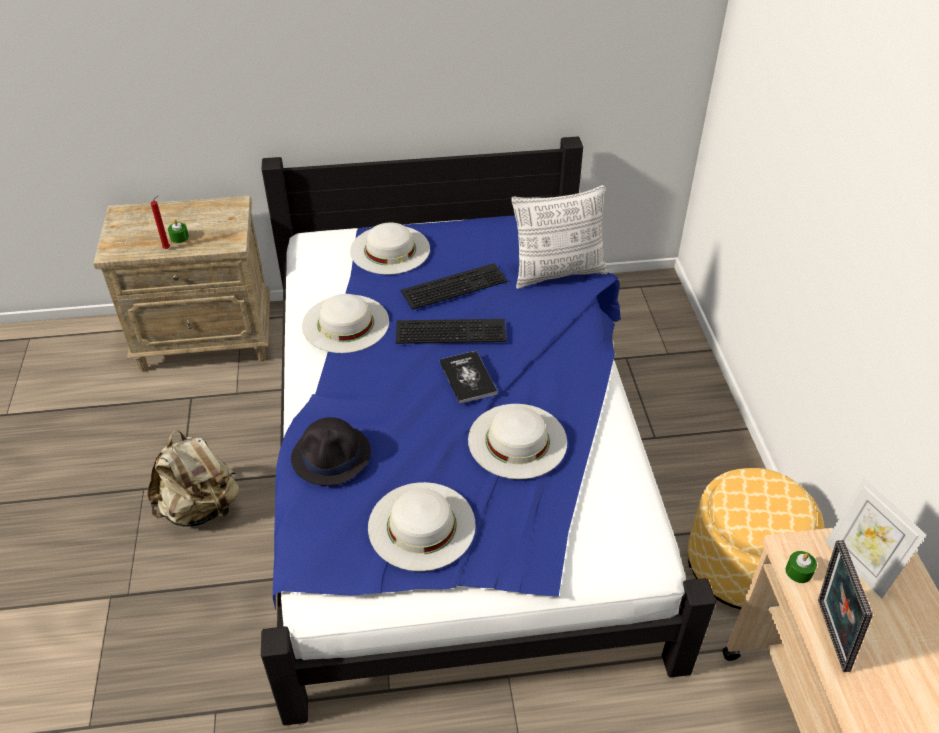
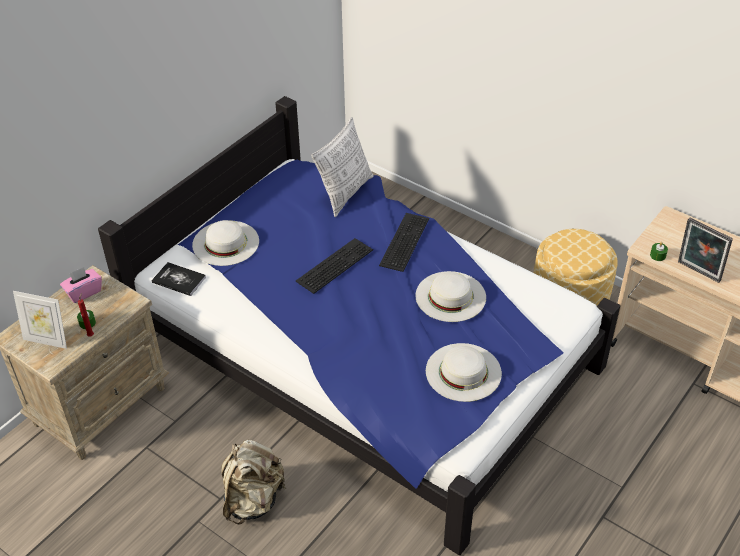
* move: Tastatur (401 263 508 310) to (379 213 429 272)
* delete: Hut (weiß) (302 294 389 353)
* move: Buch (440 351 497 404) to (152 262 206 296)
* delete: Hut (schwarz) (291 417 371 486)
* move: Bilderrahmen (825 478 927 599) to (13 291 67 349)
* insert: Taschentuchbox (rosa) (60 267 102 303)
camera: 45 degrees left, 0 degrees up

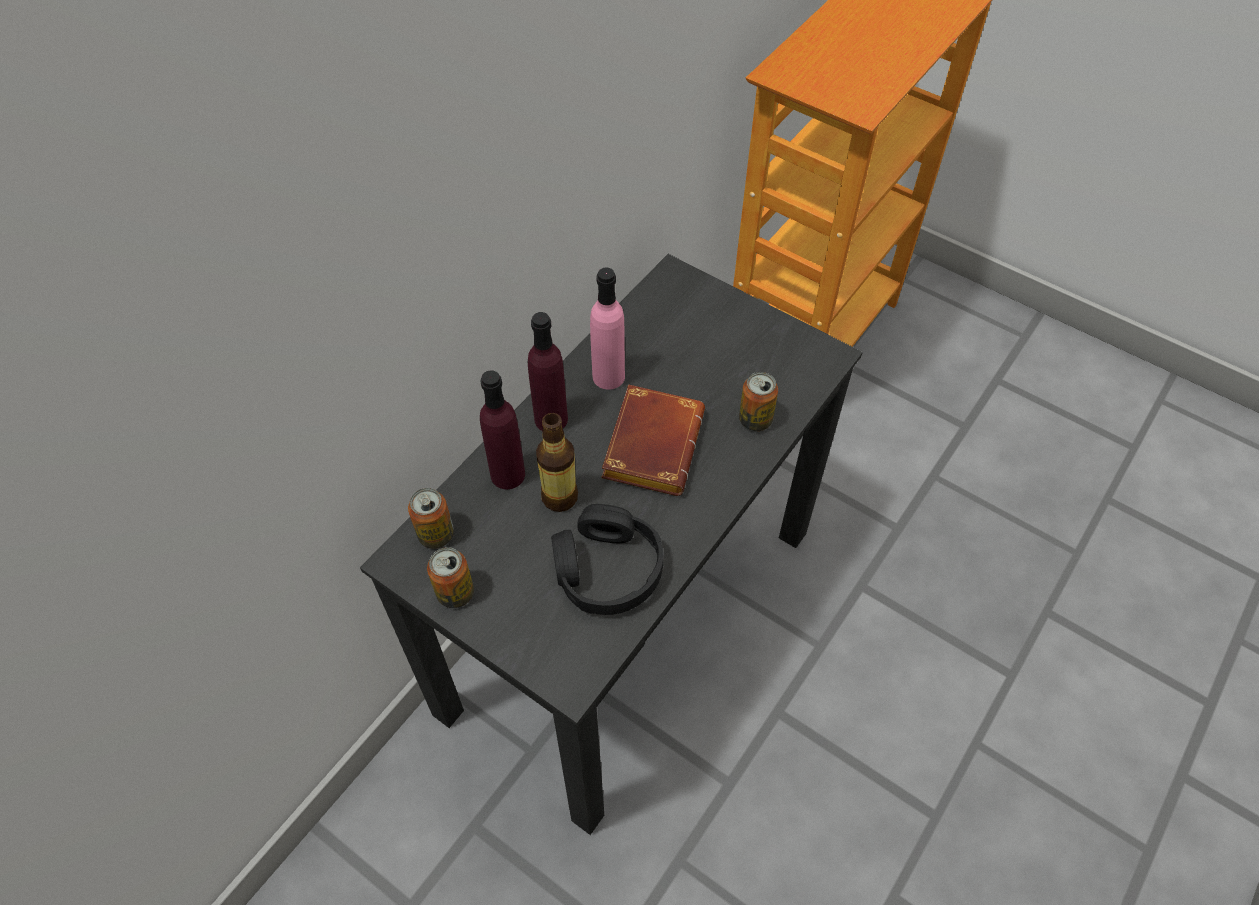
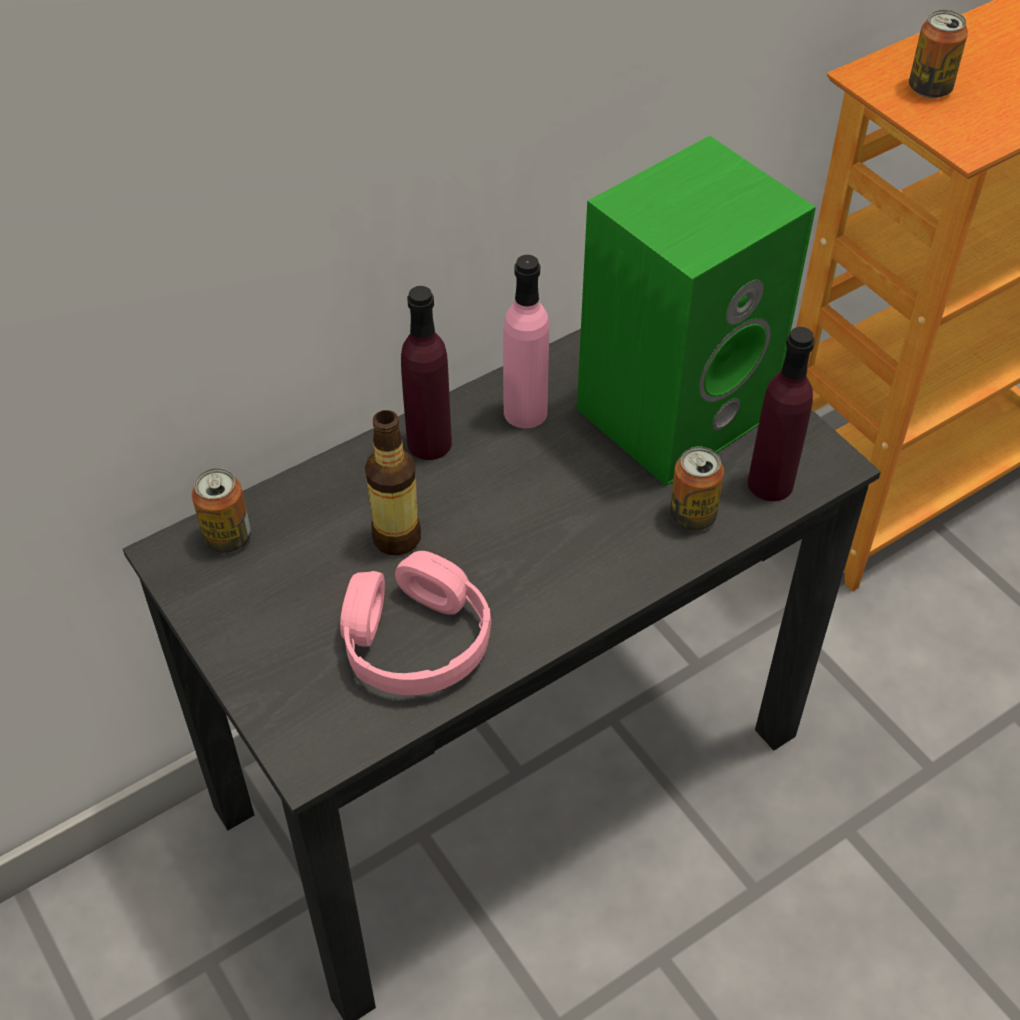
* move: Flasche (lila) (480 370 525 489) to (748 327 815 501)
* delete: Buch (braun) (601 384 705 496)
* recolor: Kopfhörer (schwarz) (551 504 664 615) to Kopfhörer (rosa) (340 551 491 695)
* move: Dose (427 547 474 608) to (909 10 968 98)
* insert: Lautsprecher (grün) (577 136 816 486)
camera: 20 degrees right, 5 degrees down

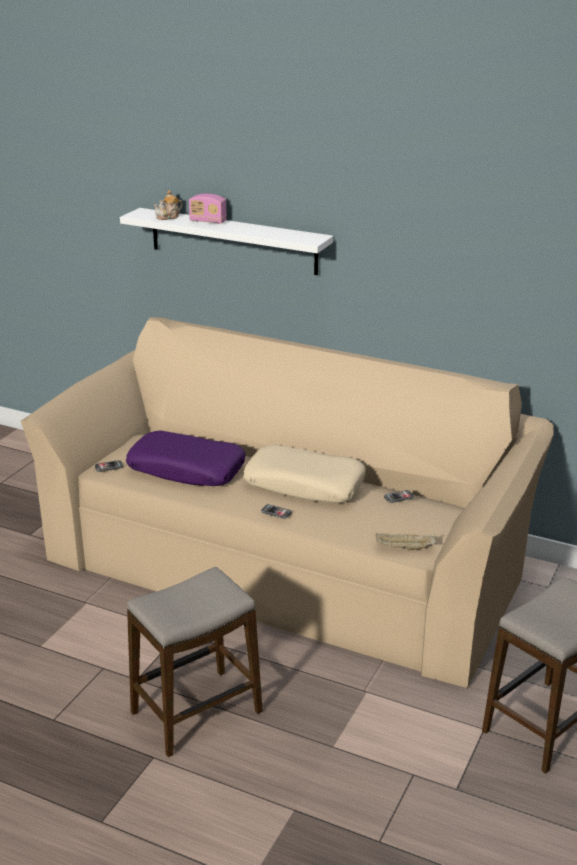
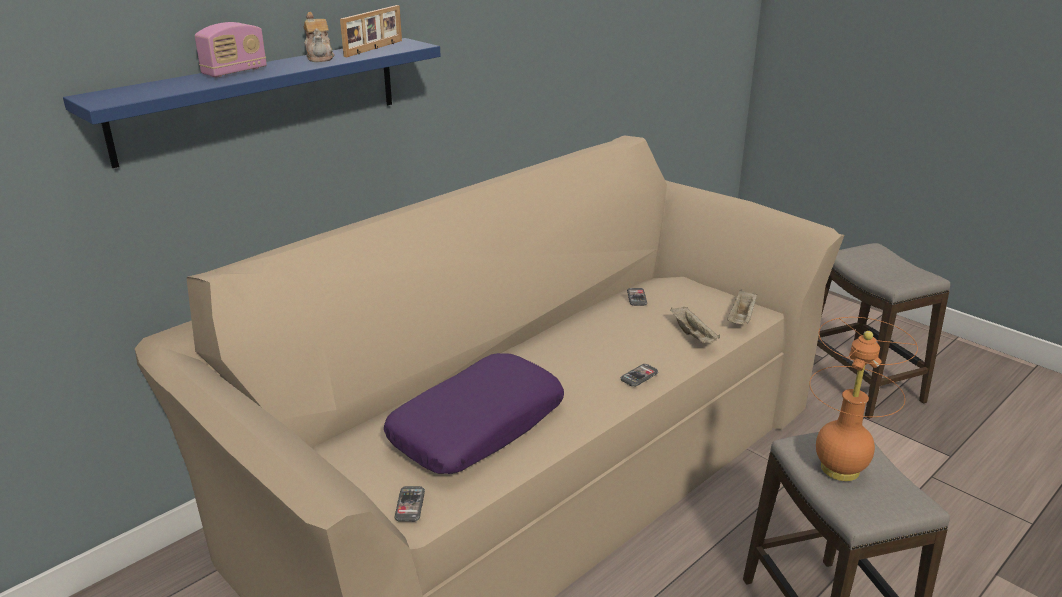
* move: Teekanne (153 190 183 220) to (304 12 334 62)
* recolor: Wandregal (weiß) (120 208 333 275) to Wandregal (blau) (63 38 441 168)
* delete: Kissen (beige) (243 445 366 503)
* insert: Bilderrahmen (340 5 402 57)
* insert: Tablett (beige) (670 306 720 343)
* insert: Tischlampe (orange) (809 317 918 481)
camera: 70 degrees left, 0 degrees up

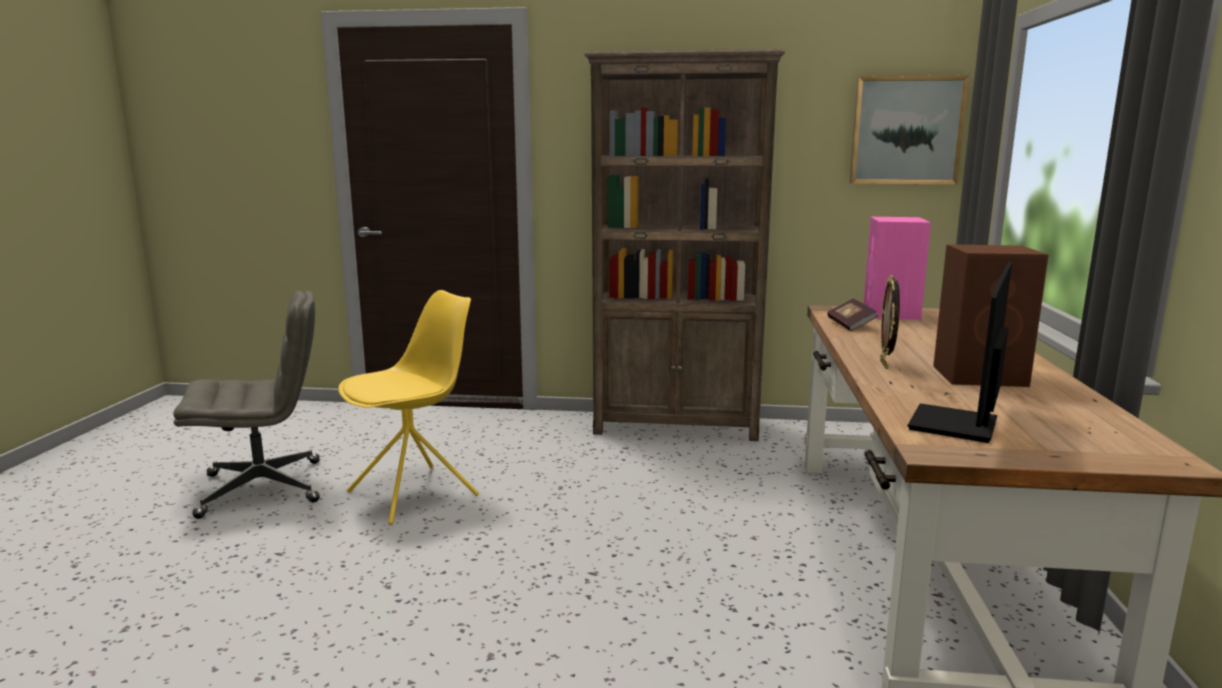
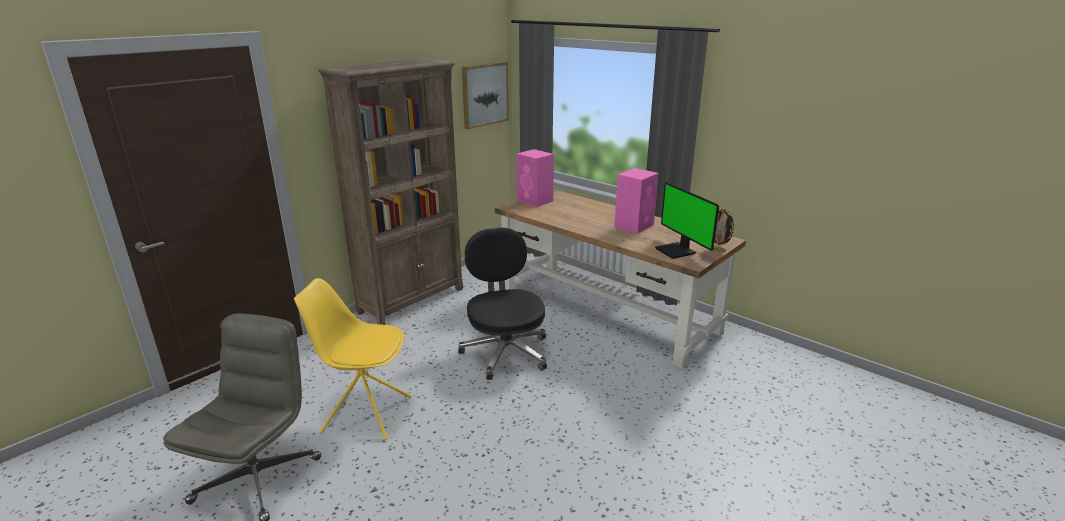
* recolor: Lautsprecher (braun) (933 244 1049 387) to Lautsprecher (rosa) (614 168 659 234)
* move: Bilderrahmen (880 275 900 369) to (713 208 735 252)
* rotate: Stuhl (gelb) (338 290 479 525) = (294 278 411 440) 75 degrees counterclockwise
* delete: Buch (827 299 877 331)
* insert: Bürostuhl (schwarz) (458 228 547 380)
camera: 55 degrees left, 10 degrees up

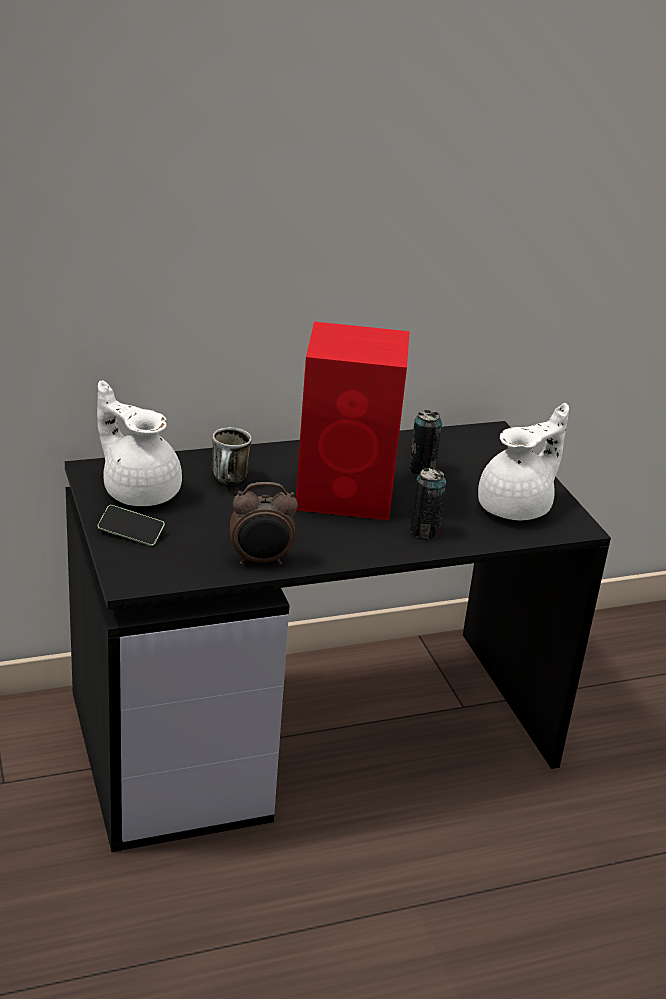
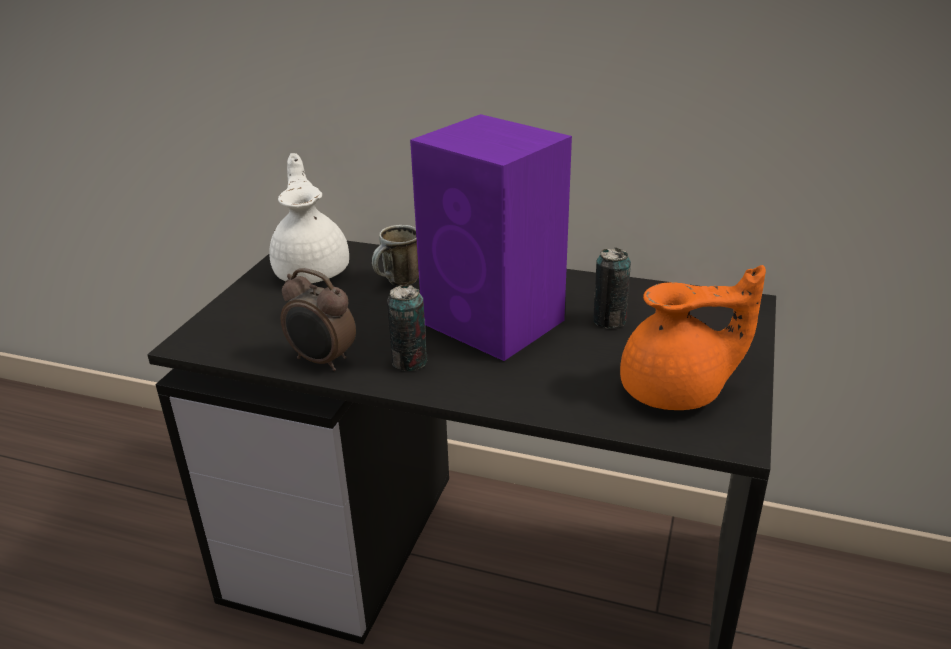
* recolor: Lautsprecher (rot) (296 322 410 520) to Lautsprecher (lila) (410 114 572 361)
* recolor: Teekanne (weiß) (478 403 569 520) to Teekanne (orange) (620 265 766 410)
* move: Dose (410 468 446 539) to (387 284 428 371)
* delete: Handy (97 505 165 546)
camera: 40 degrees right, 0 degrees up

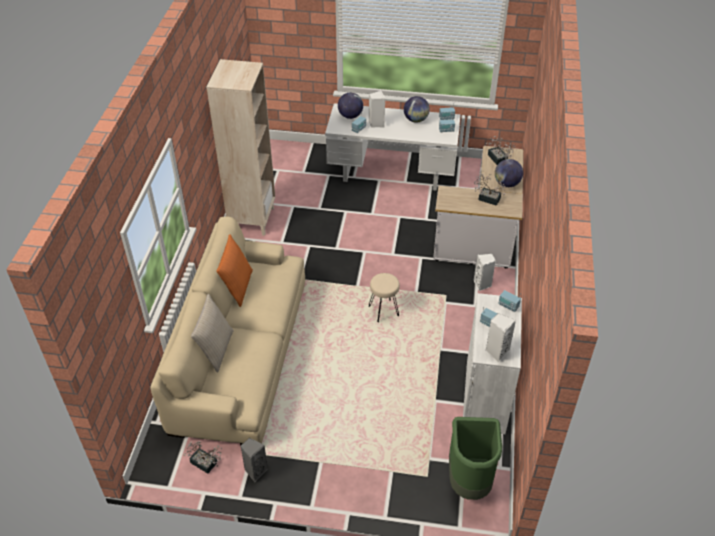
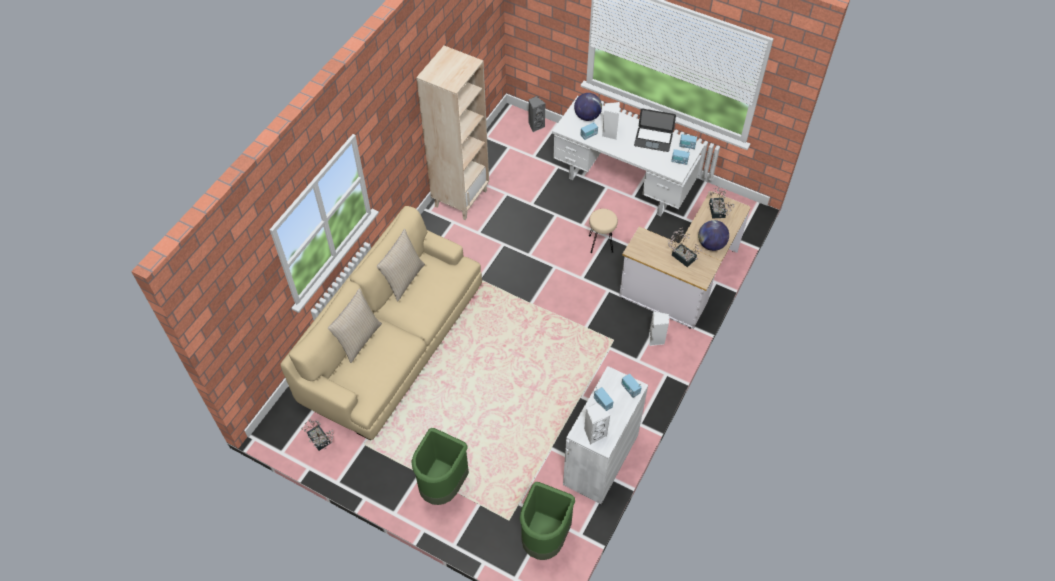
* replace: Globus (404 96 430 123) to Laptop (634 108 676 152)
* recolor: Kissen (orange) (216 234 253 307) to Kissen (beige) (377 229 425 301)
* move: Hocker (beige) (369 273 400 322) to (589 209 618 253)
* move: Lautsprecher (grau) (241 438 268 482) to (528 96 546 132)
* insert: Mülleimer (grün) (411 428 469 505)
camera: 20 degrees right, 10 degrees up

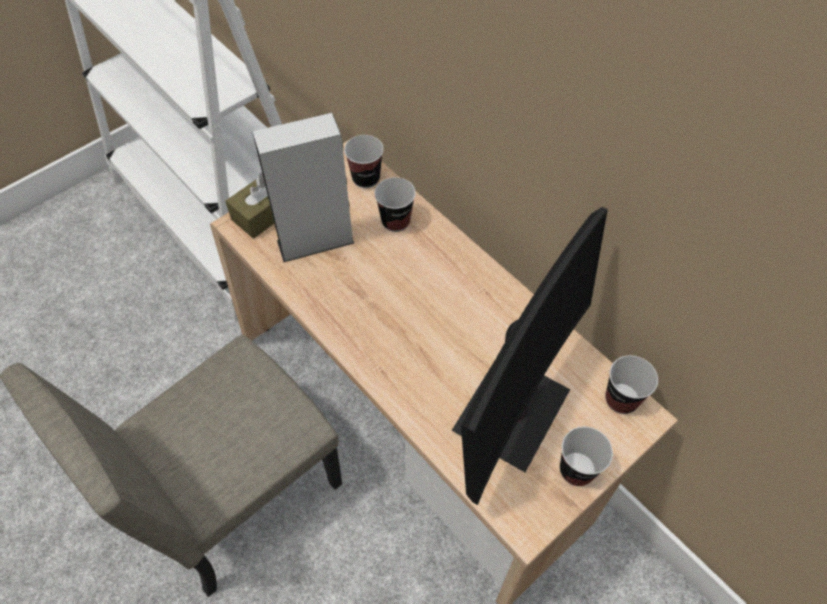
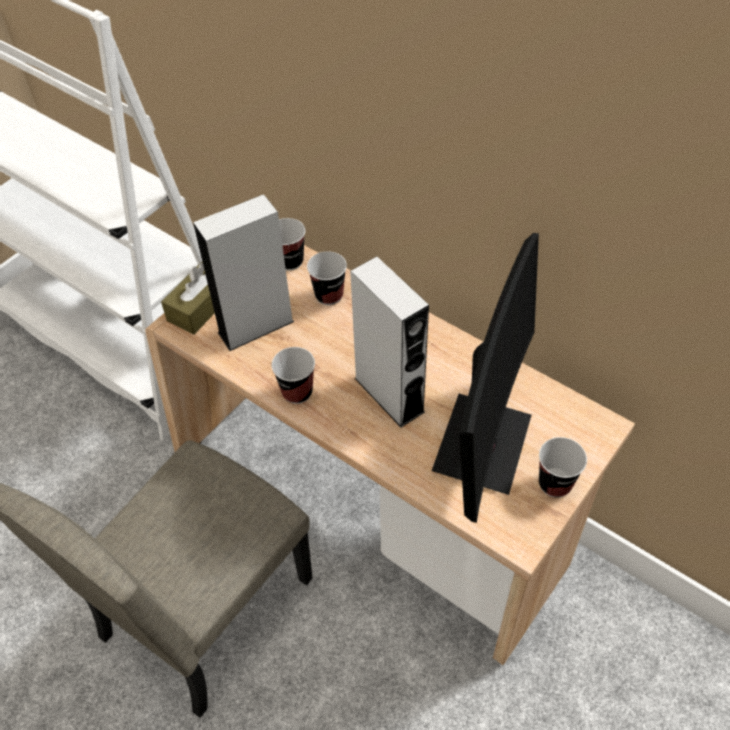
* move: Tasse (605 355 658 414) to (272 347 315 404)
* insert: Lautsprecher (grau) (350 256 429 428)
camera: 10 degrees left, 5 degrees down

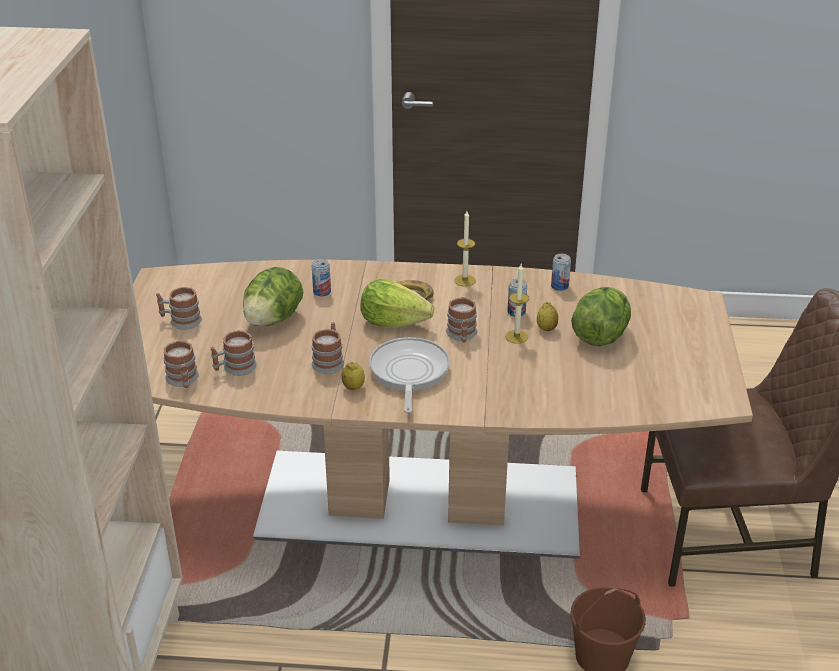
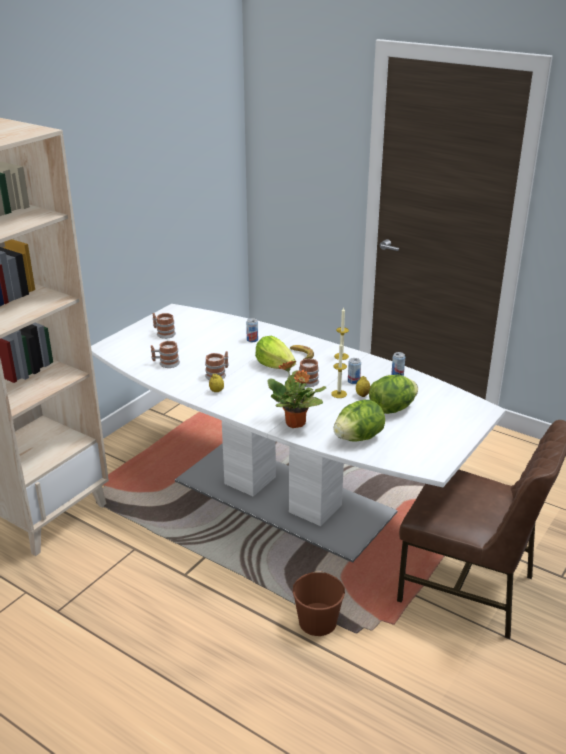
* recolor: Esstisch (braun) (133 260 753 559) to Esstisch (weiß) (91 304 506 563)
* move: Salatkopf (243 267 303 326) to (333 400 385 442)
* delete: Pfanne (369 337 450 413)
* delete: Henkelbecher (163 340 199 388)
* insert: Topfpflanze (267 361 326 428)
camera: 30 degrees right, 5 degrees down

